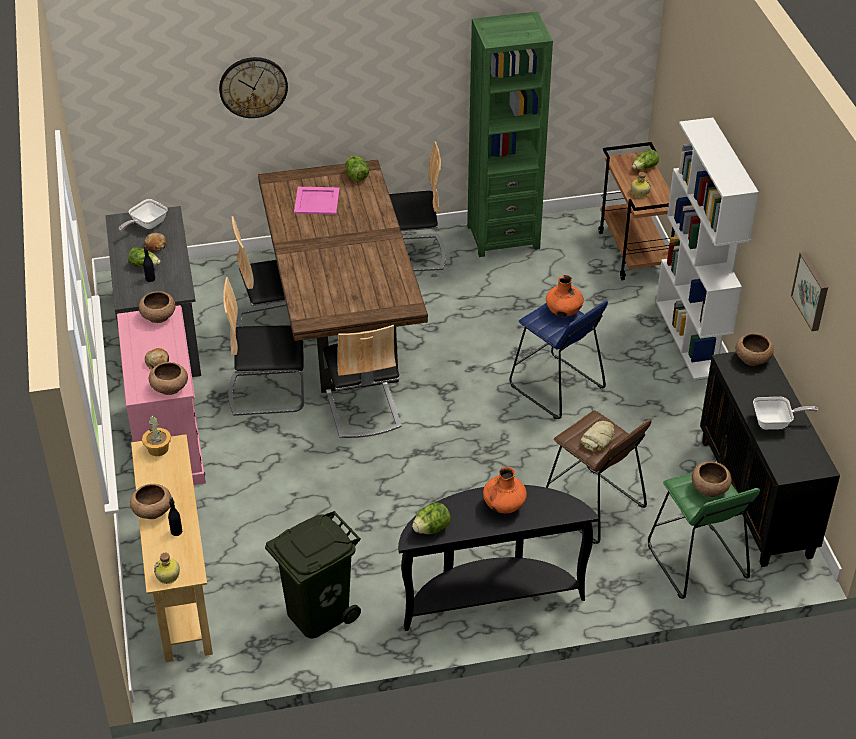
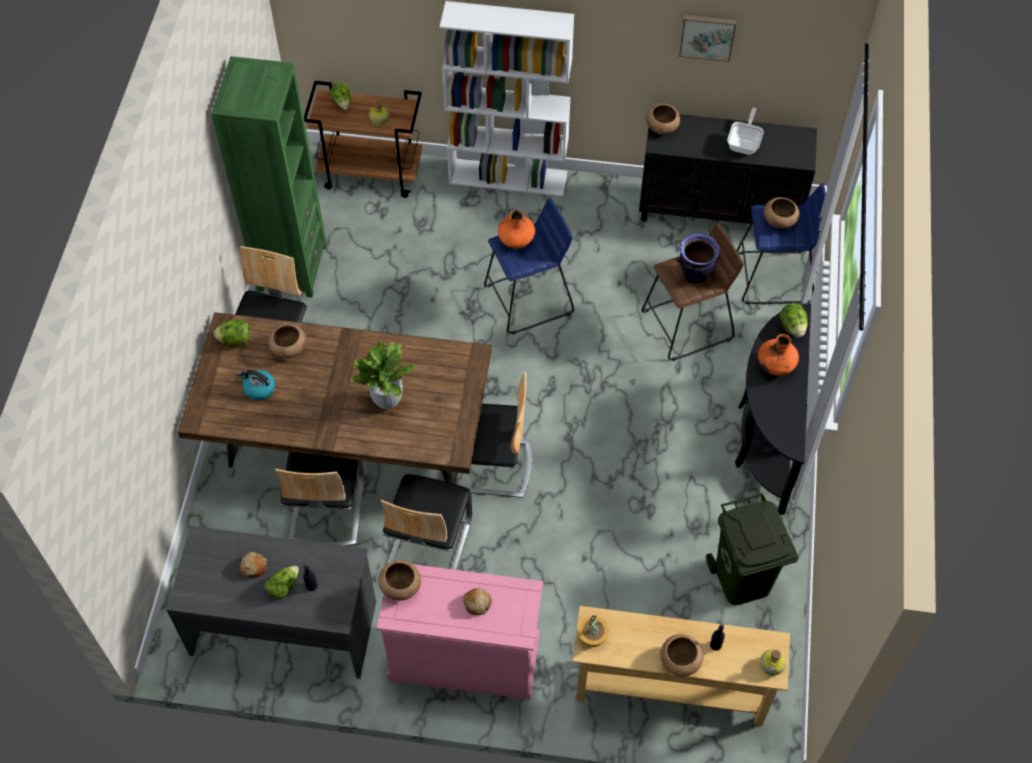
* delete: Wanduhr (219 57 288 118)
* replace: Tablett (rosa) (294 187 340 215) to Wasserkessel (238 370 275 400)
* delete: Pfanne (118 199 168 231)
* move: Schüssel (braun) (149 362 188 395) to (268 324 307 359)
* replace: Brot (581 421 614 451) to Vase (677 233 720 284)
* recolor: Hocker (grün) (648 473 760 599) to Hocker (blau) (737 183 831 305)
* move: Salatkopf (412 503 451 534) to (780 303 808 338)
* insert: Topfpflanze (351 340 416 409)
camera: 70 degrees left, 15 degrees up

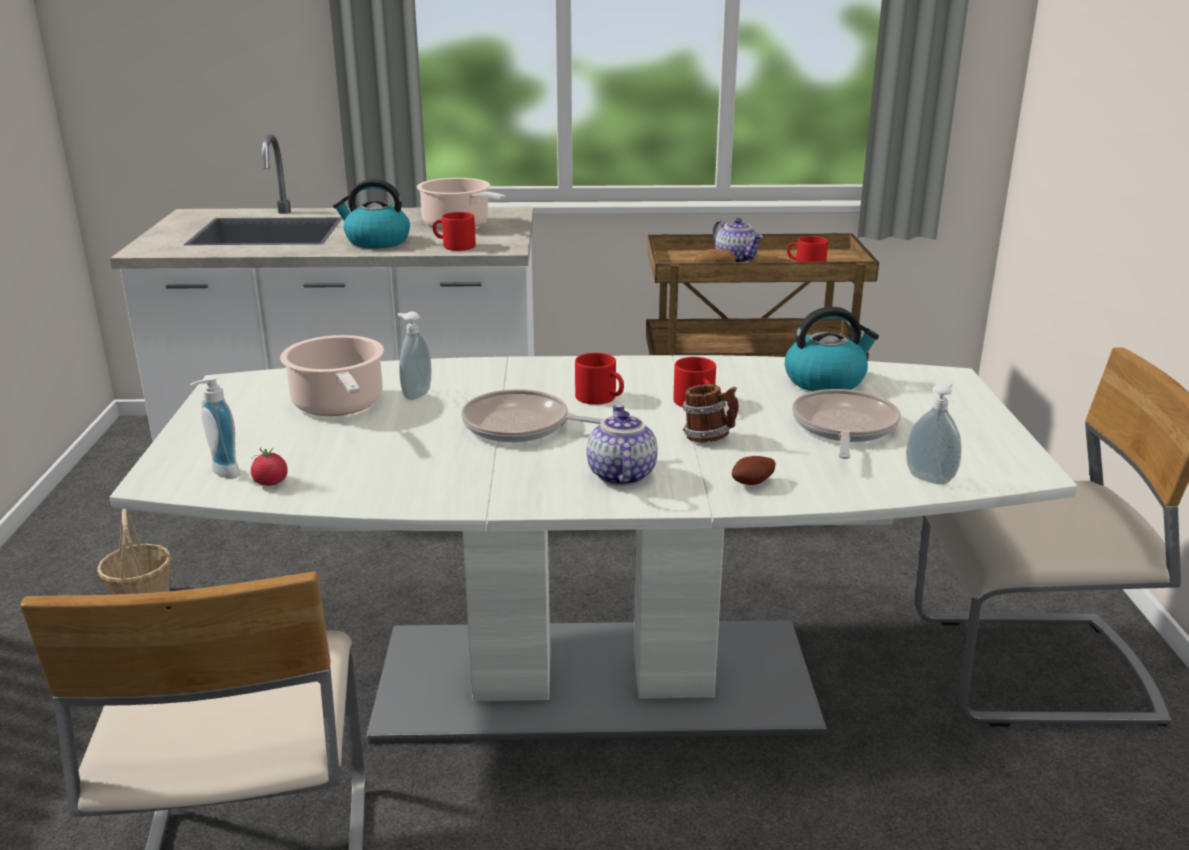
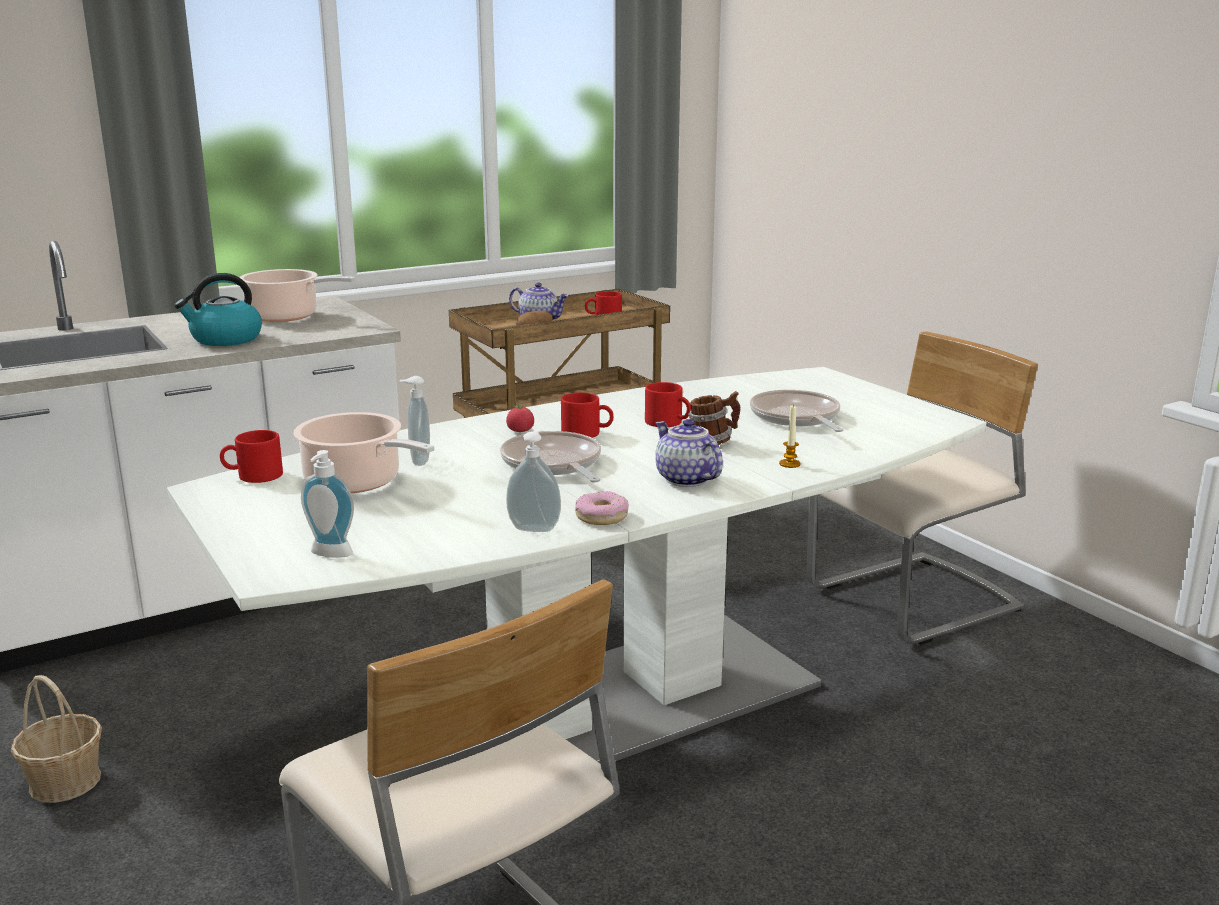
* move: Henkelbecher (rot) (433 212 476 251) to (220 430 283 483)
* delete: Wasserkessel (785 307 879 392)
* move: Seifenspender (906 382 962 485) to (506 430 561 532)
* rotate: Pfanne (461 389 603 443) = (500 431 601 482) 75 degrees clockwise
* move: Tomate (251 448 288 486) to (506 403 534 432)
* replace: Kartoffel (732 456 776 485) to Kerze (779 404 801 468)
* insert: Donut (575 491 629 525)
camera: 30 degrees left, 5 degrees down

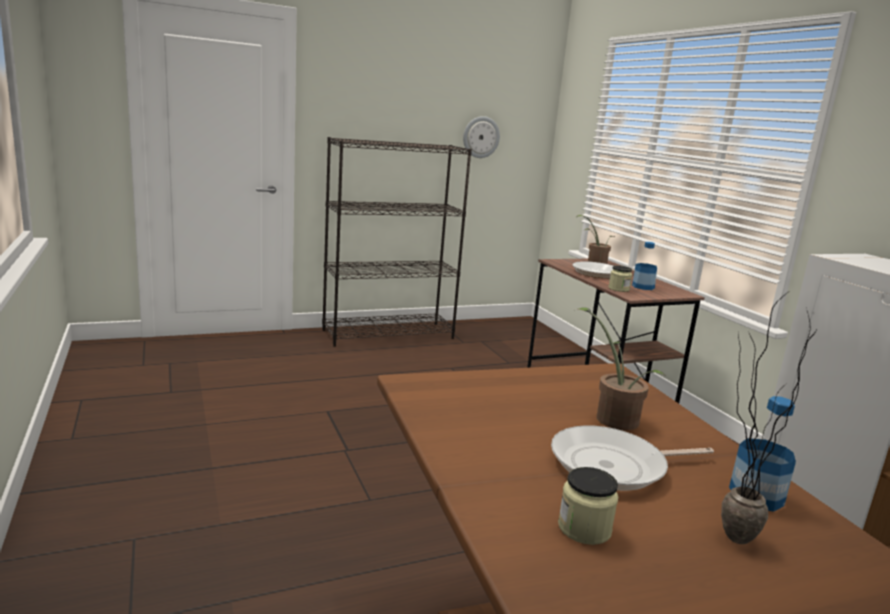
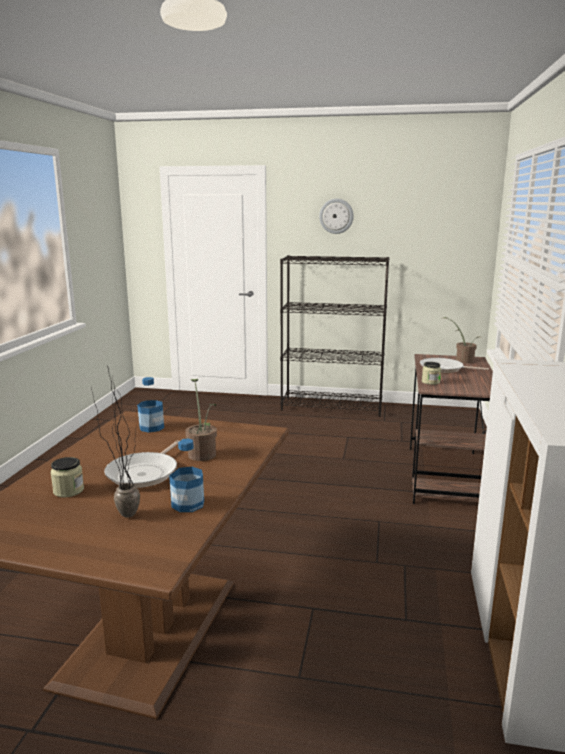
* move: Wanduhr (463 116 500 158) to (319 198 354 234)
* move: Flasche (632 242 657 290) to (137 377 164 433)
* rotate: Pfanne (551 425 714 491) = (104 440 179 488) 90 degrees counterclockwise
camera: 35 degrees right, 0 degrees up

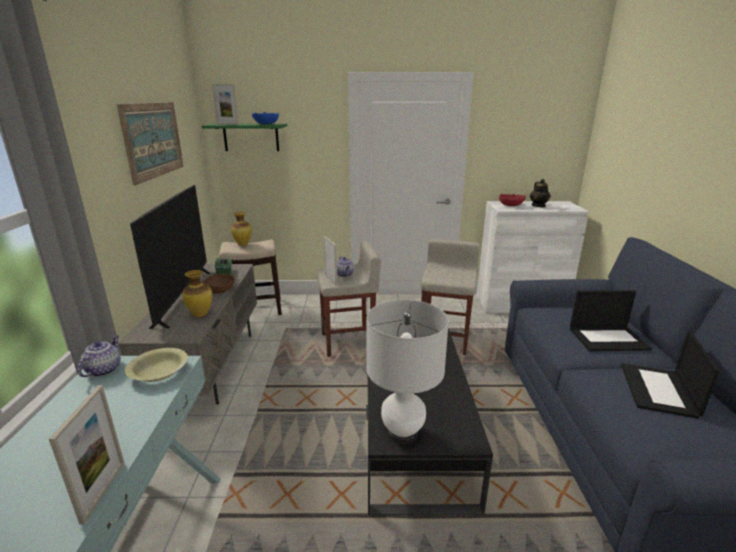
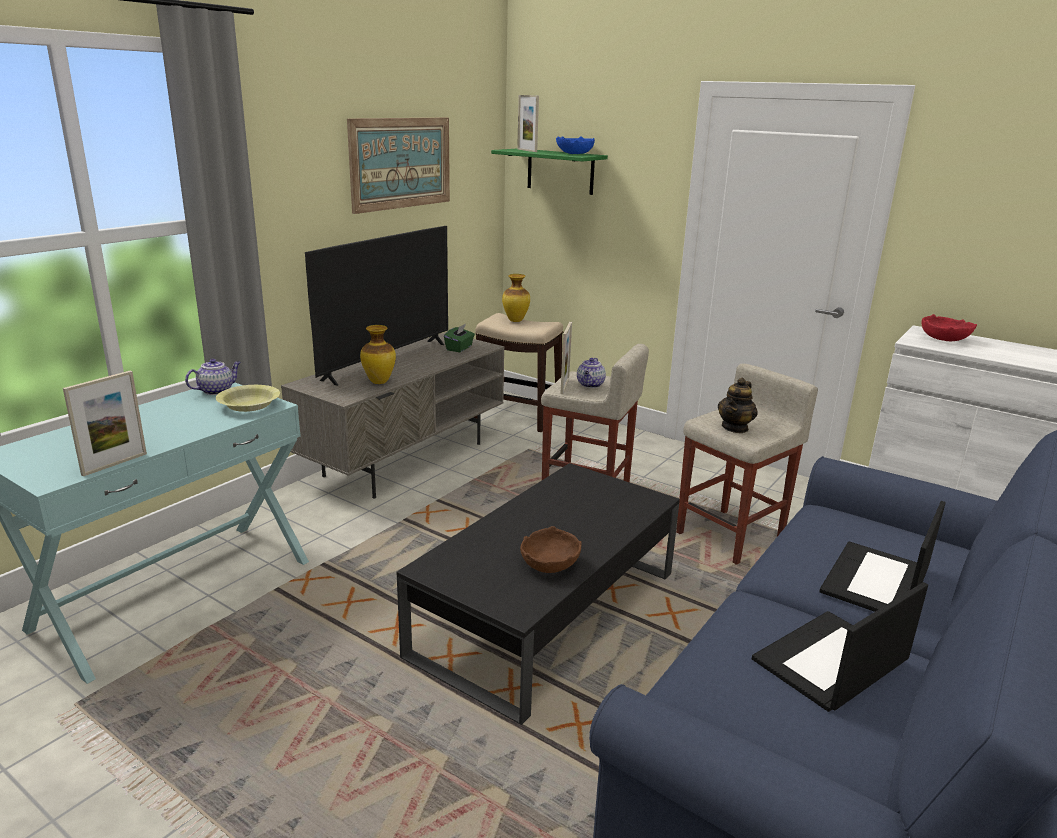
* move: Teekanne (530 179 551 207) to (718 378 758 433)
* move: Schüssel (braun) (203 273 235 294) to (520 526 582 573)
* rotate: Laptop (570 290 652 351) = (819 501 946 612) 90 degrees clockwise
* delete: Tischlampe (weiß) (366 300 449 445)
camera: 35 degrees right, 0 degrees up

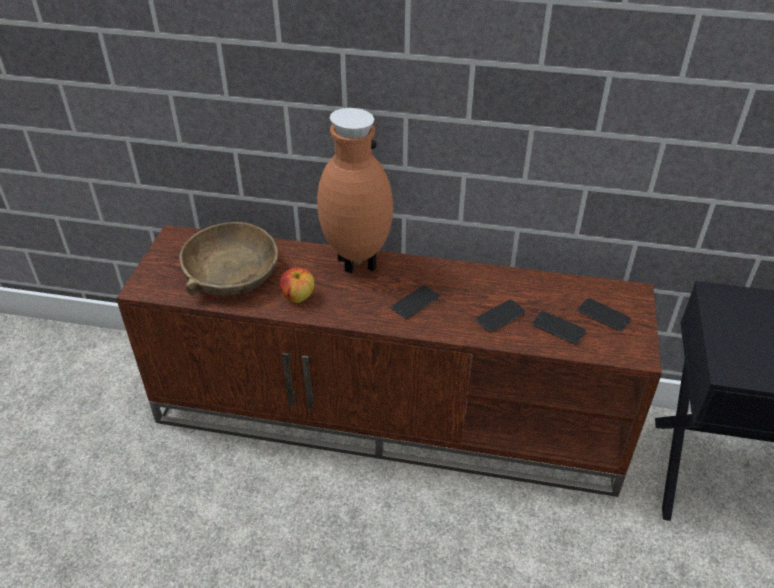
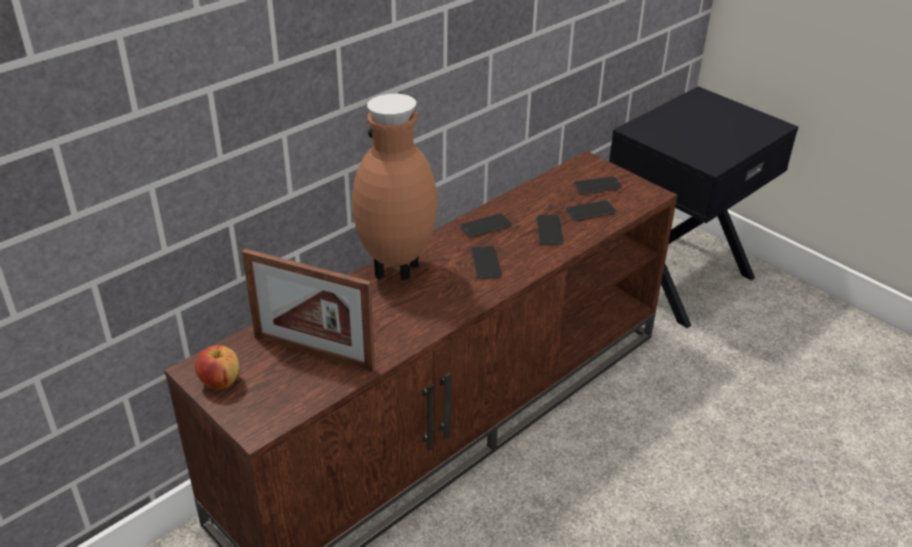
* replace: Schüssel (braun) (179 222 278 296) to Bilderrahmen (242 249 375 372)
* move: Apfel (280 268 314 303) to (195 345 239 390)
* insert: Handy (460 213 512 237)
camera: 55 degrees left, 5 degrees down

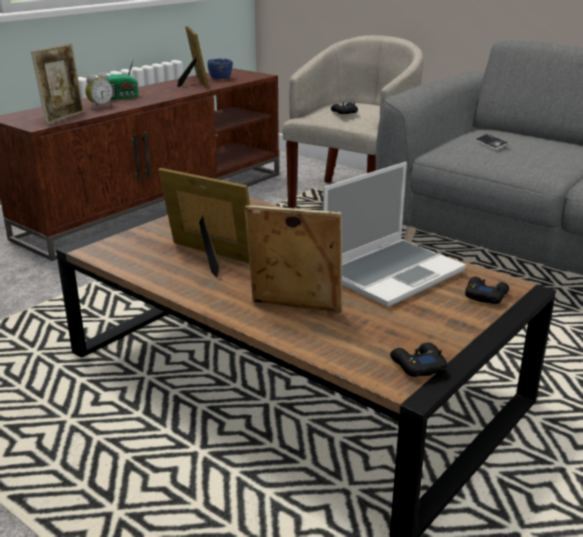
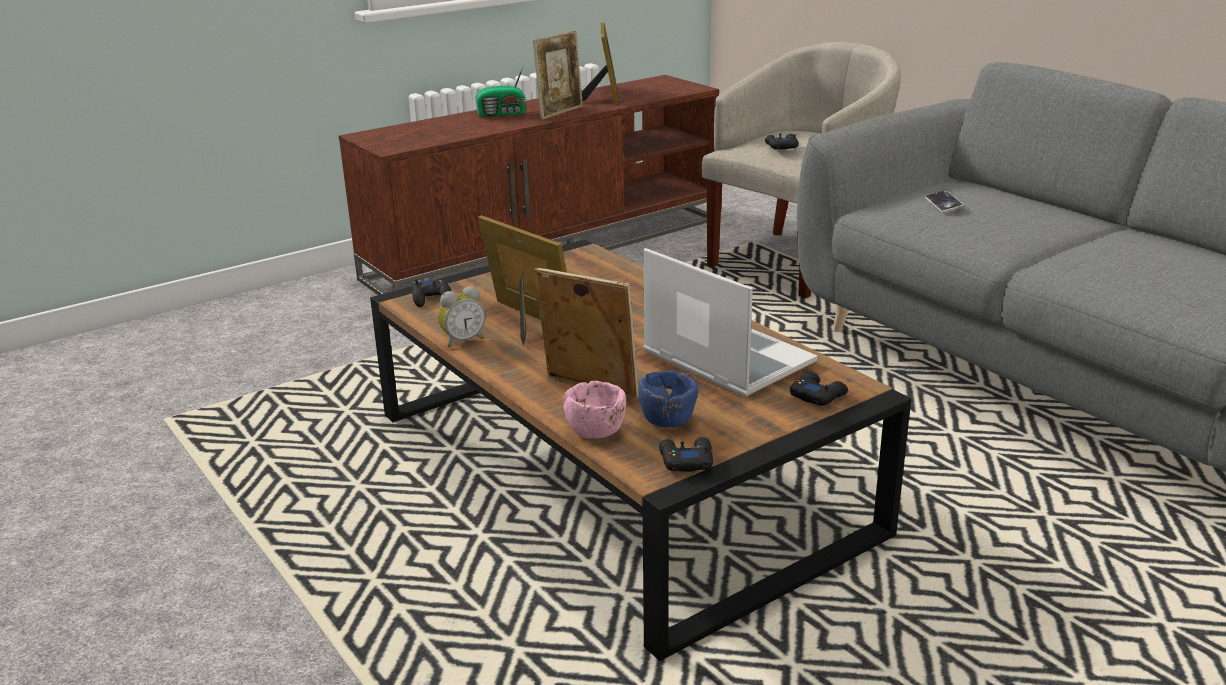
* move: Bilderrahmen (31 44 84 125) to (533 30 583 120)
* move: Schüssel (blau) (208 58 233 79) to (638 370 698 427)
* move: Wecker (85 73 113 109) to (438 286 485 348)
* rotate: Laptop (323 162 466 307) = (643 248 818 397) 105 degrees counterclockwise
* insert: Gamepad (schwarz) (412 280 451 307)
* insert: Schüssel (rosa) (563 381 626 439)
camera: 15 degrees right, 0 degrees up

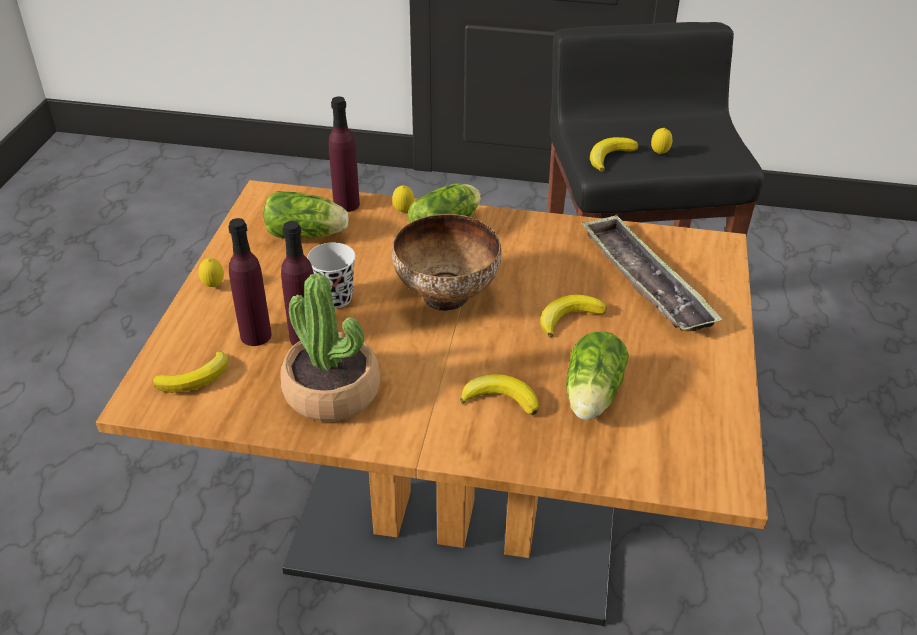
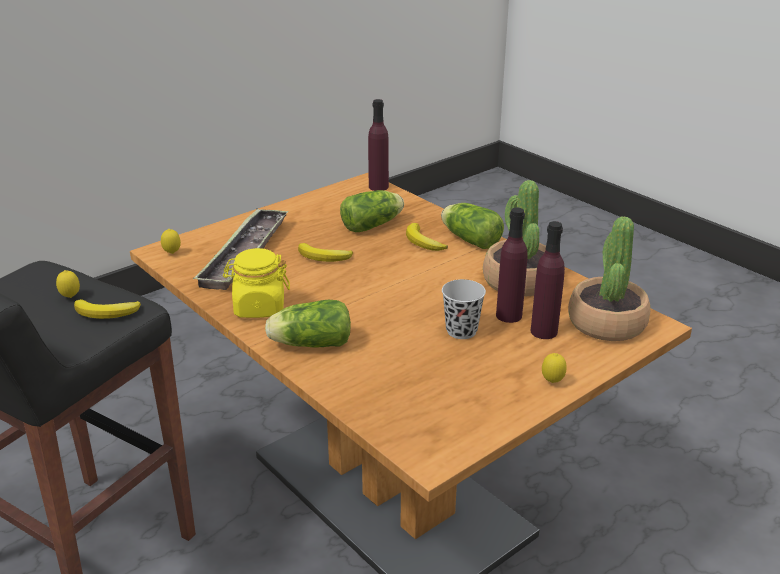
* move: Flasche (lila) (329 96 360 212) to (368 99 389 191)
* move: Zitrone (392 185 414 213) to (161 229 181 254)
* move: Salatkopf (264 191 349 238) to (441 203 504 249)
* delete: Schüssel (392 214 501 311)
* replace: Banane (153 351 229 393) to Topfpflanze (568 216 651 341)
* insert: Vorratsglas (gelb) (223 248 290 318)
camera: 140 degrees left, 10 degrees down

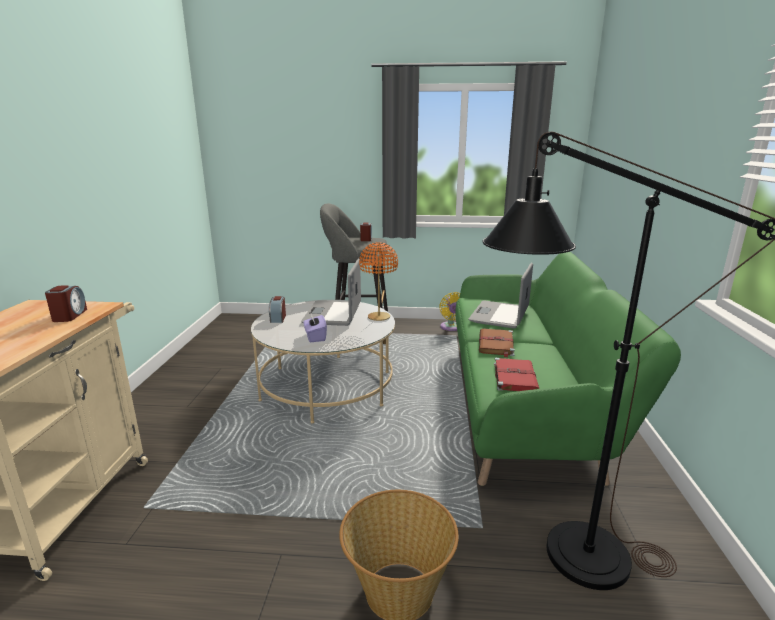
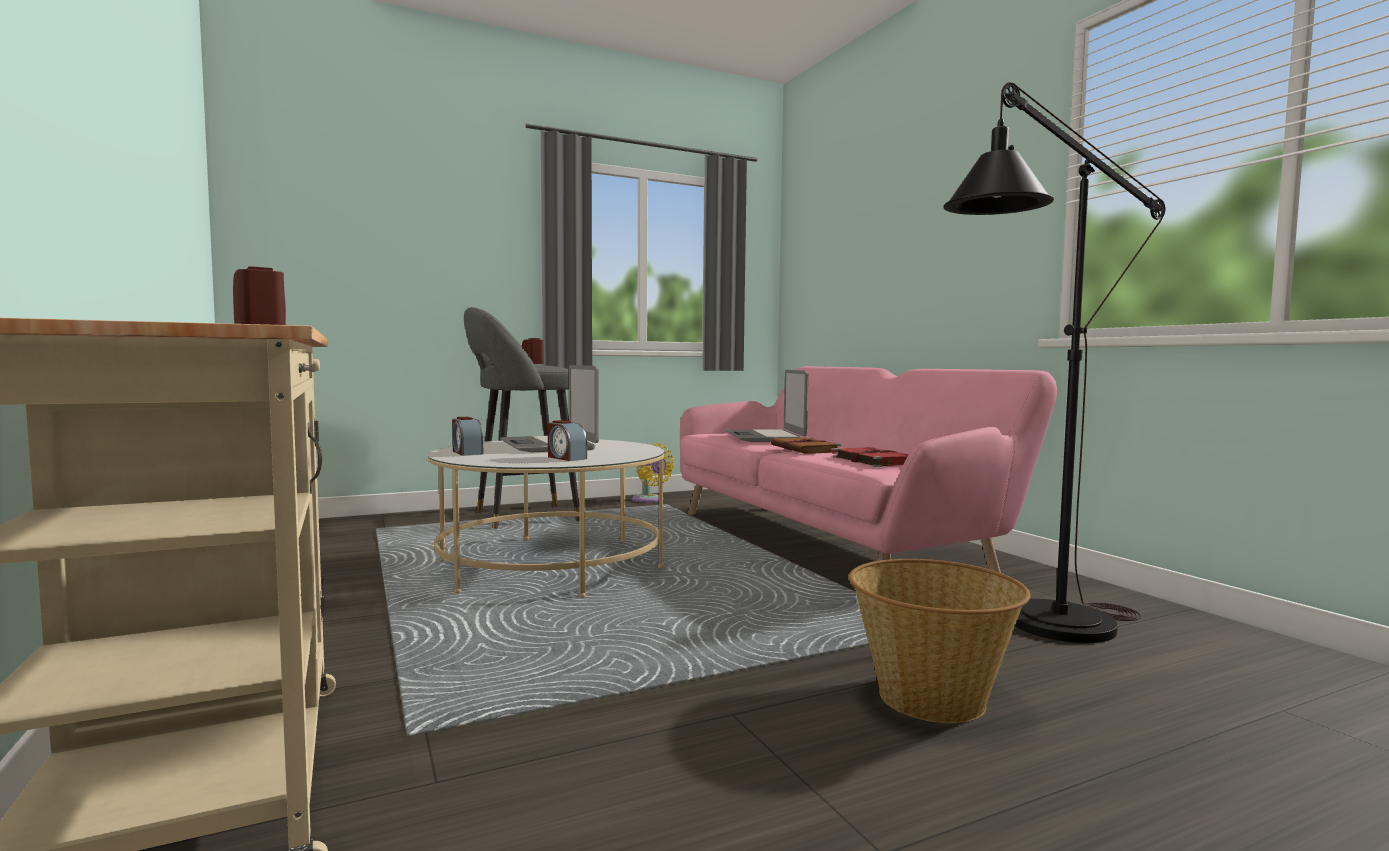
* delete: Tischlampe (orange) (359 242 398 321)
* recolor: Sofa (grün) (455 252 681 486) to Sofa (rosa) (680 366 1057 573)
* replace: Taschentuchbox (lila) (303 314 327 342) to Wecker (548 420 587 461)
camera: 30 degrees left, 15 degrees down

